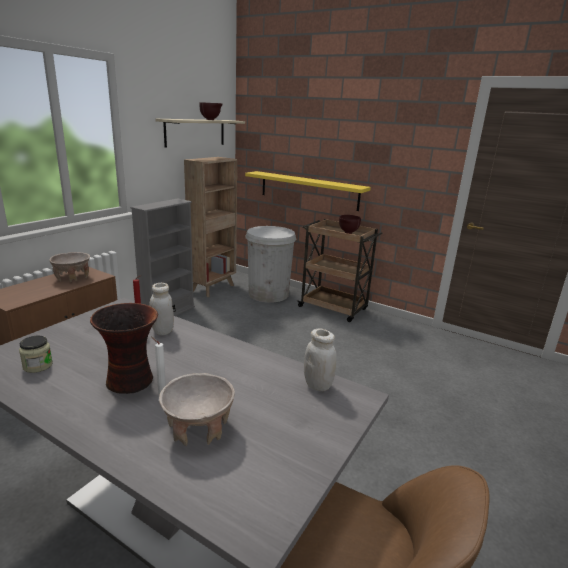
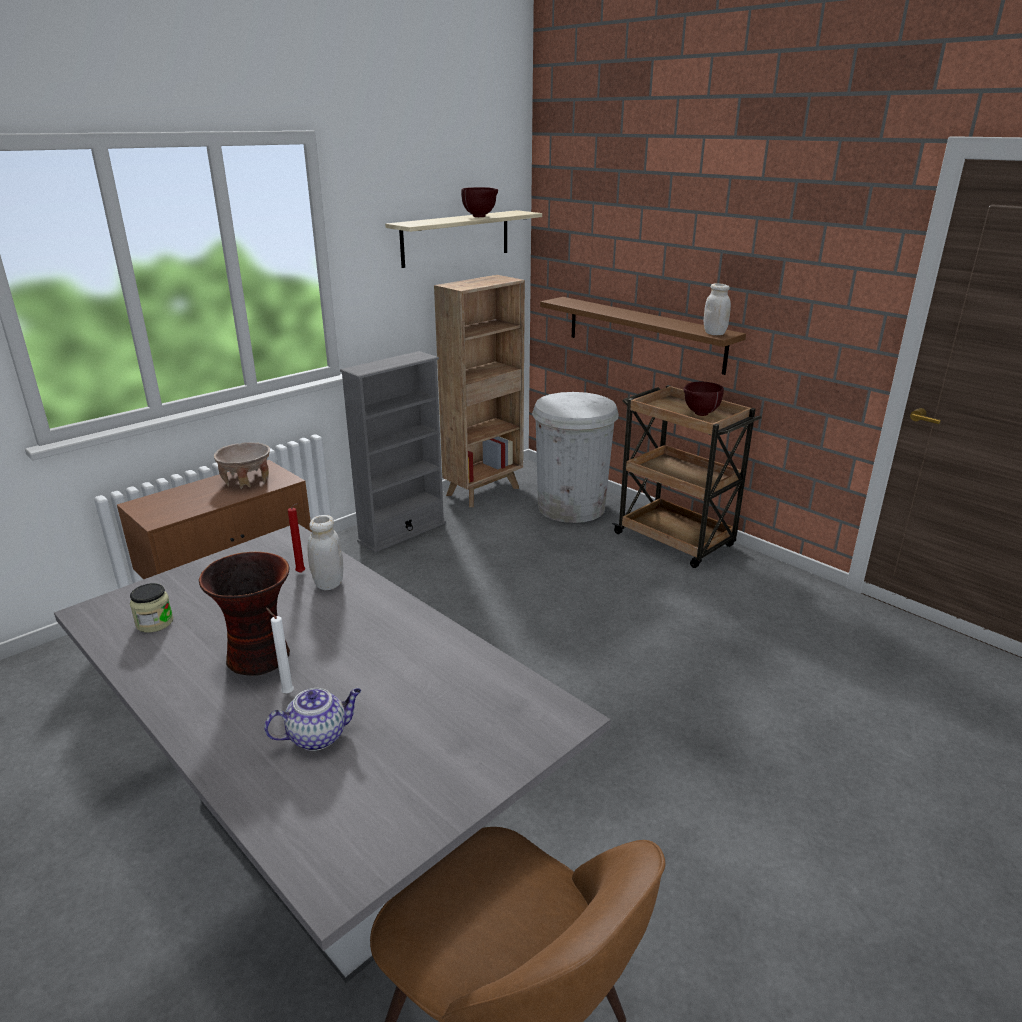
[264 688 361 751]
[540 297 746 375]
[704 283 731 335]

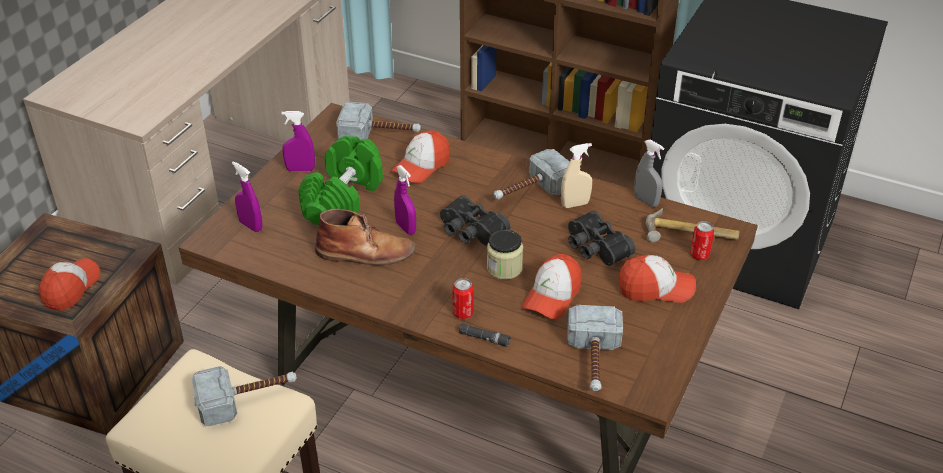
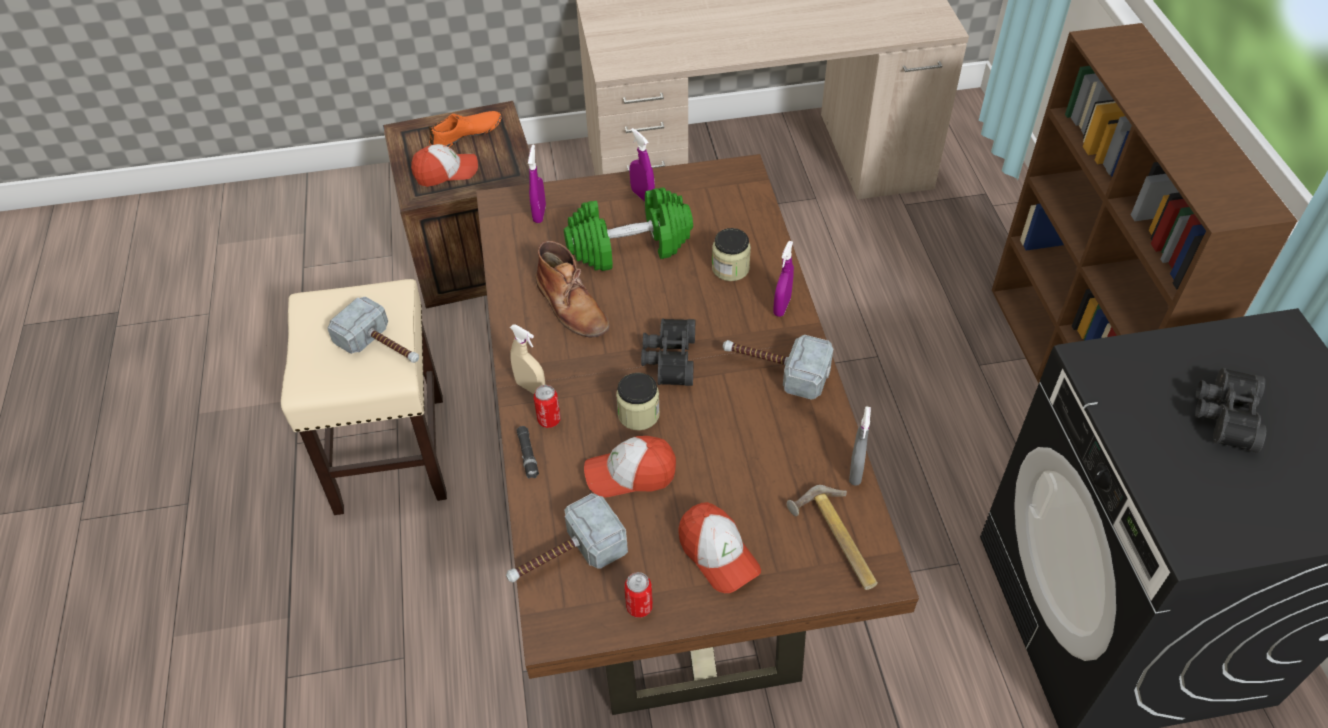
[336 102 421 140] (first image)
[712 228 751 281]
[773 241 794 317]
[510 324 545 394]
[1195 368 1266 453]
[624 572 653 618]
[429 111 501 147]

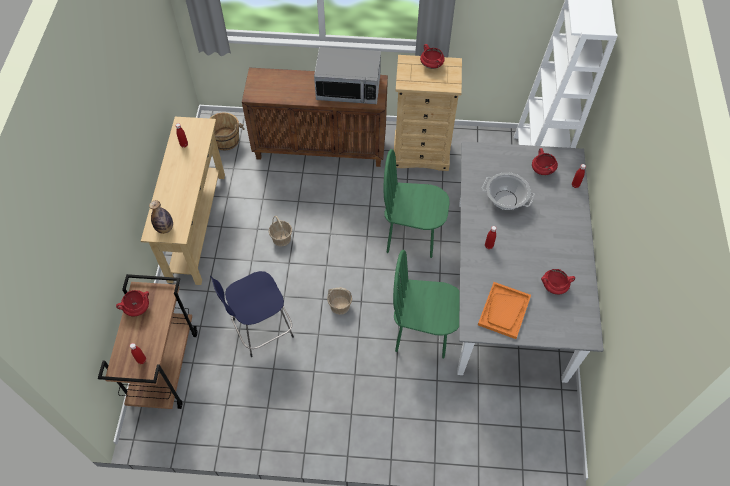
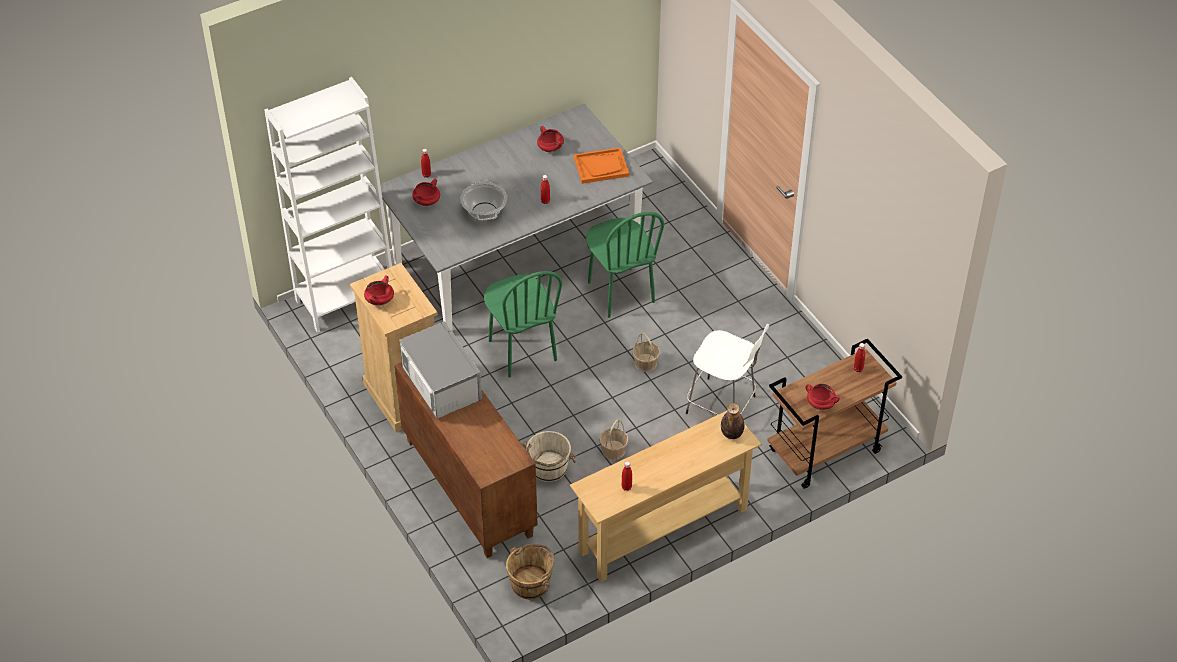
[686 324 769 415]
[522 431 576 482]

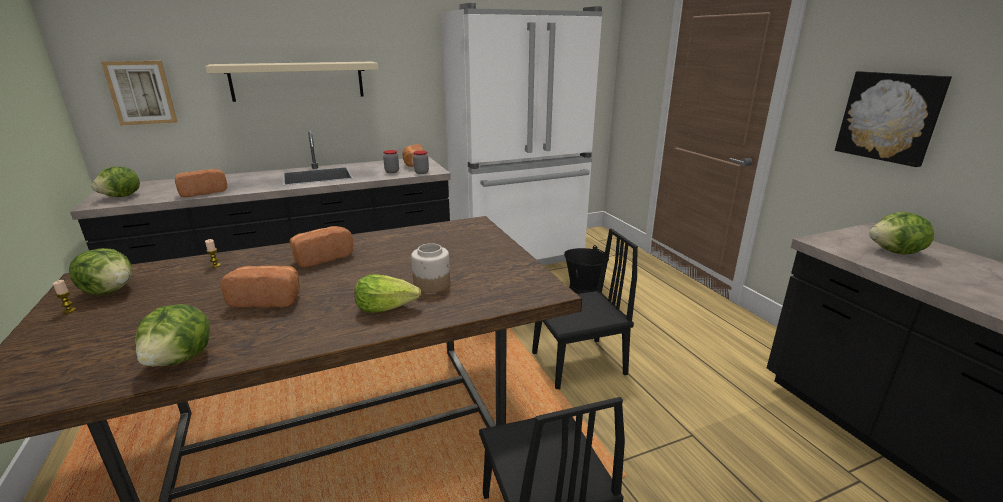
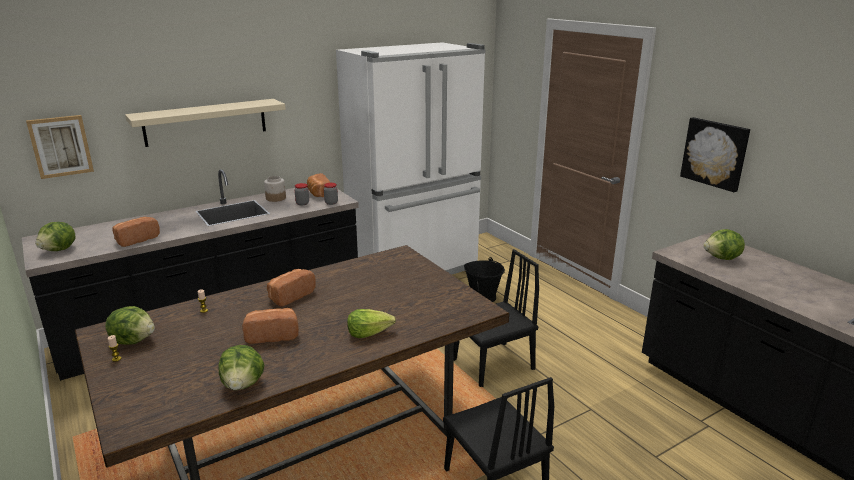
[264 176 286 202]

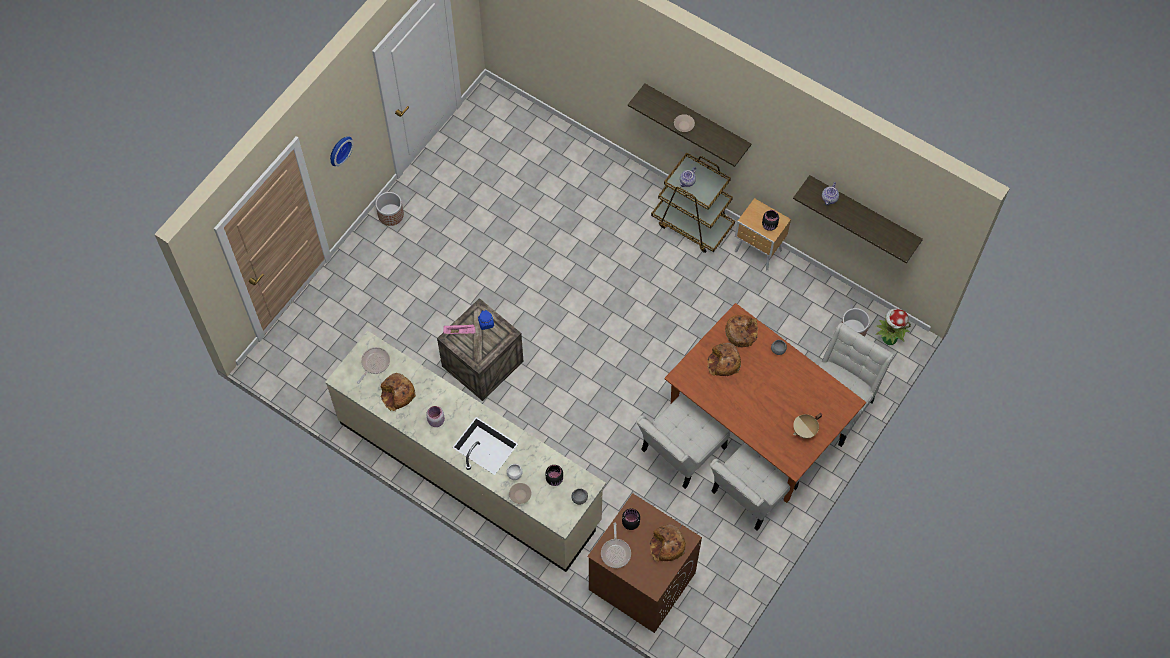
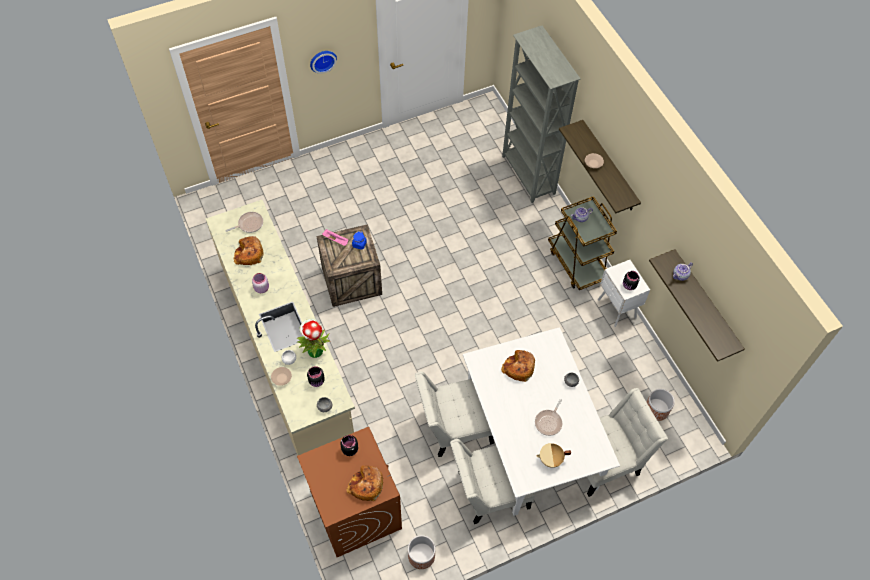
[408 535 435 569]
[535 399 562 436]
[463 327 620 516]
[725 315 758 347] (first image)
[598 260 650 327]
[297 319 331 358]
[502 26 581 203]

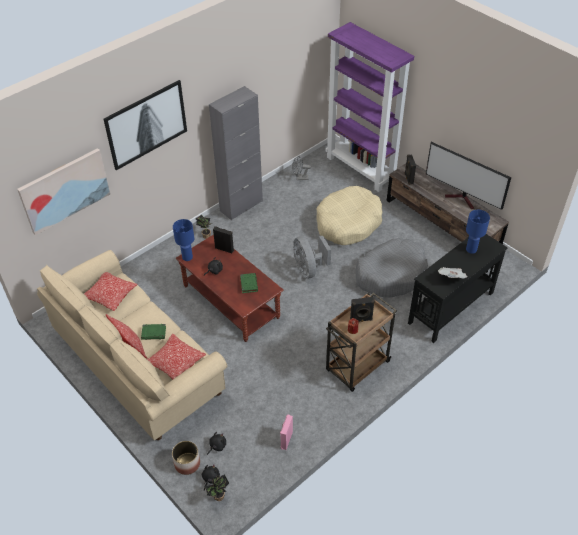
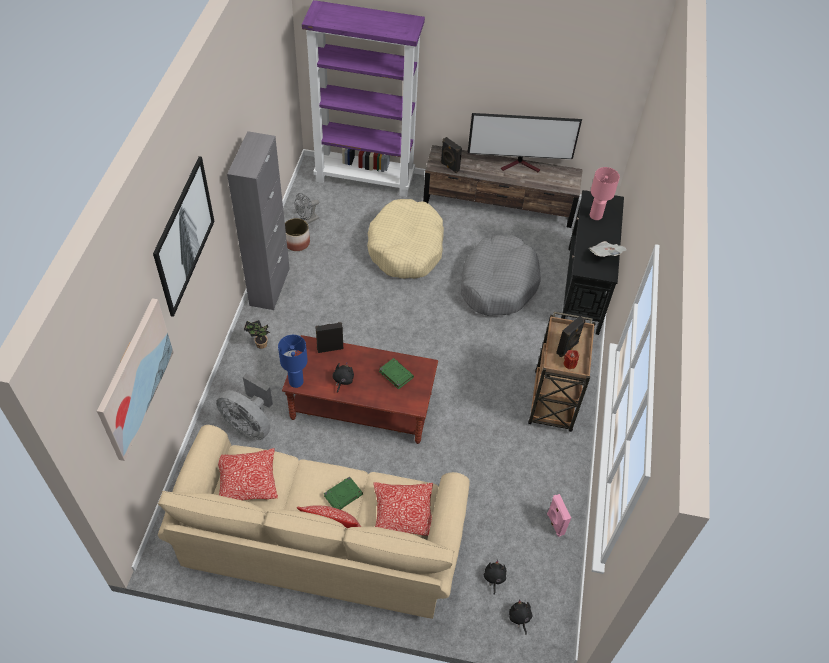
[285 218 310 251]
[205 474 229 501] (first image)
[216 373 273 440]
[590 167 620 220]

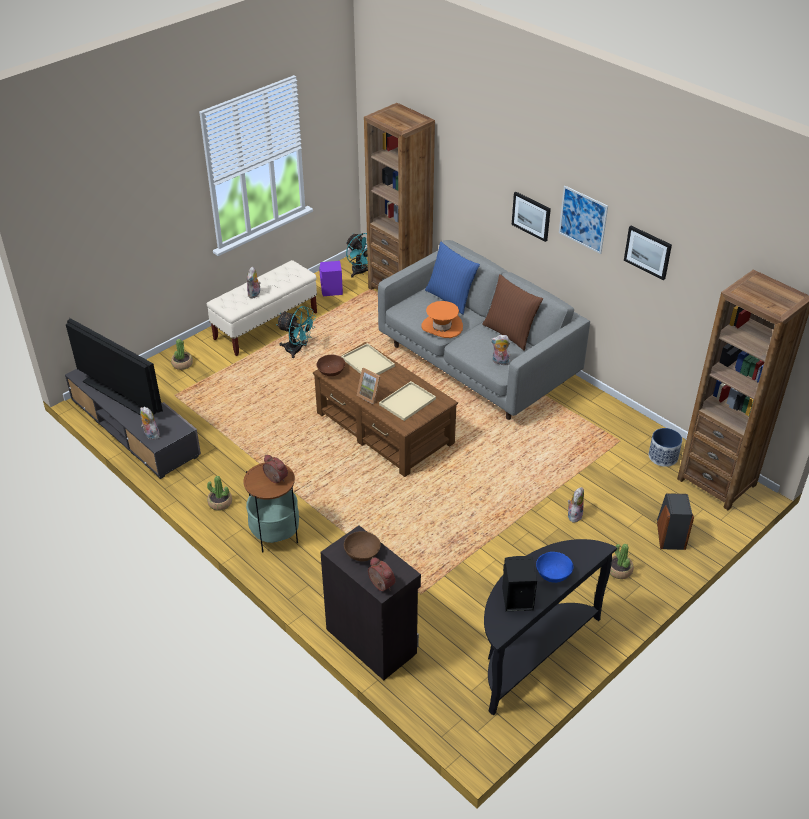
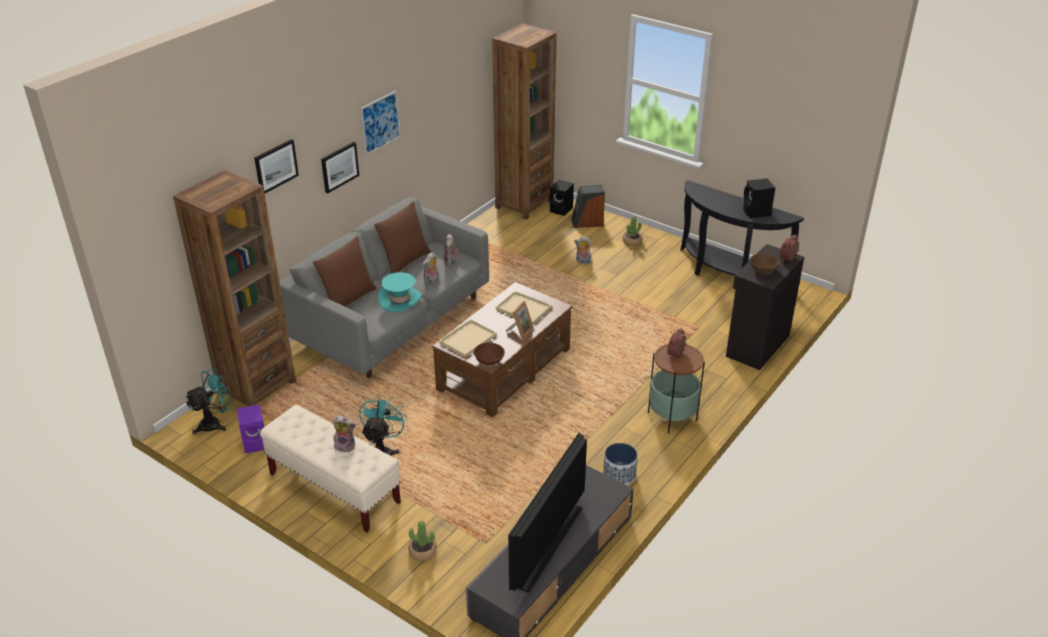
[422 252 439 286]
[207 476 232 511] (first image)
[378 272 421 312]
[313 236 377 307]
[536 552 573 583] (first image)
[254 139 299 194]
[603 443 638 485]
[549 180 574 216]

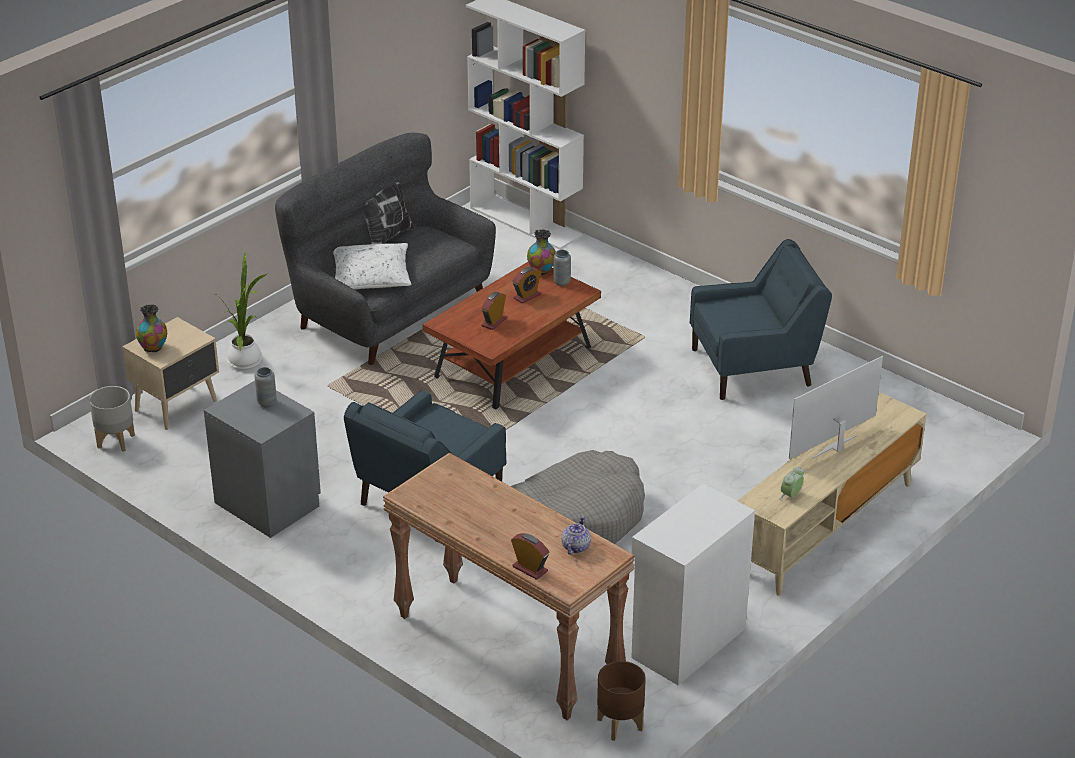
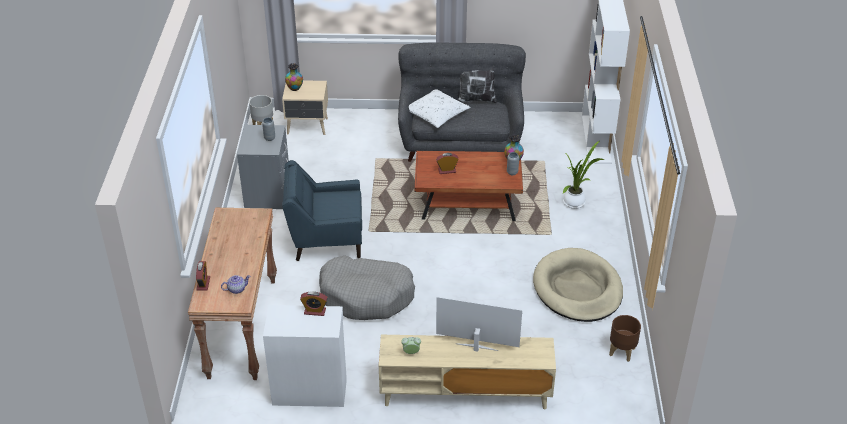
[563 141 605 209]
[300 291 328 316]
[609 315 641 362]
[533 248 623 322]

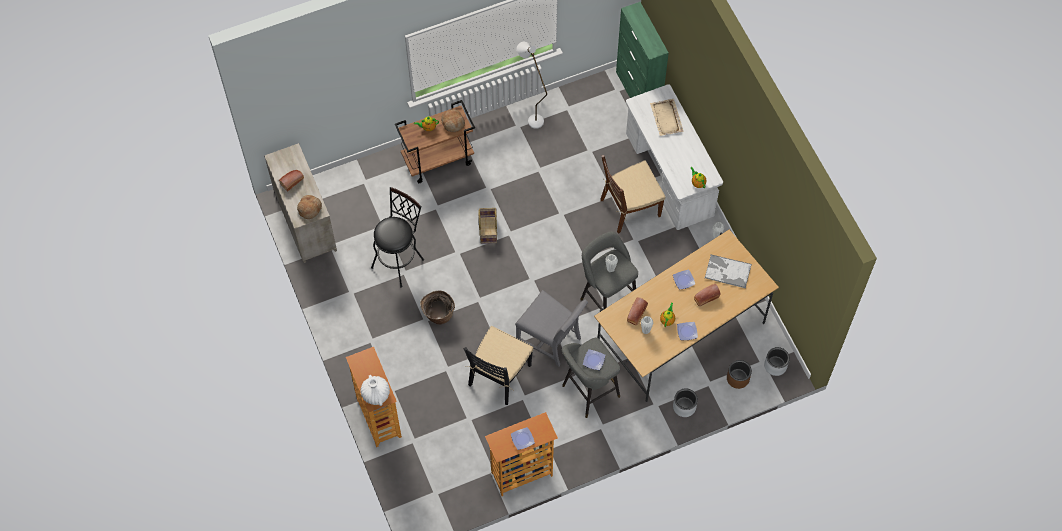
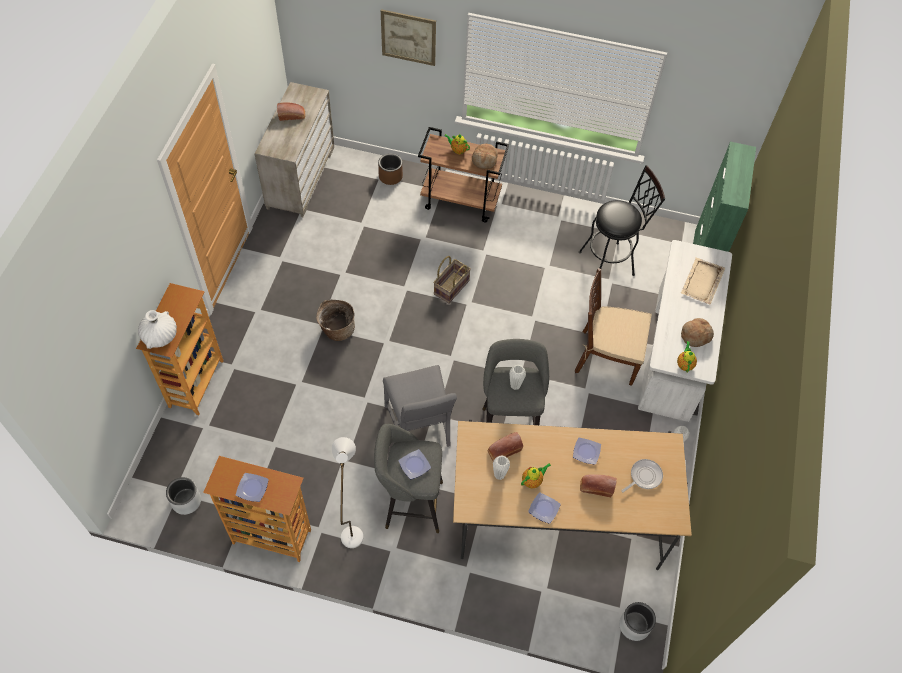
[681 318 714 347]
[579 165 665 285]
[464 326 533 405] (first image)
[332 437 363 548]
[166 477 201 515]
[621 459 663 493]
[378 153 403 185]
[381 9 436 66]

